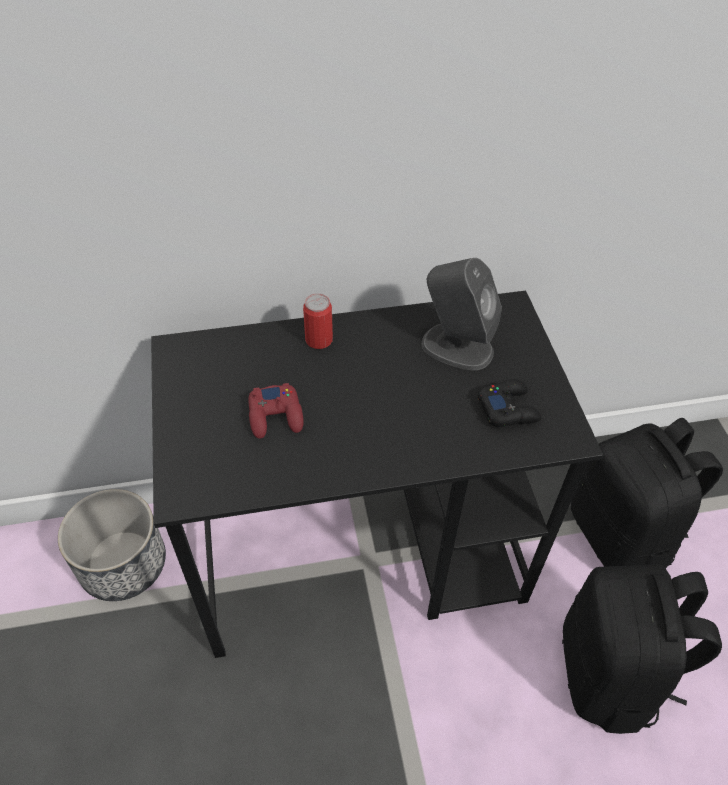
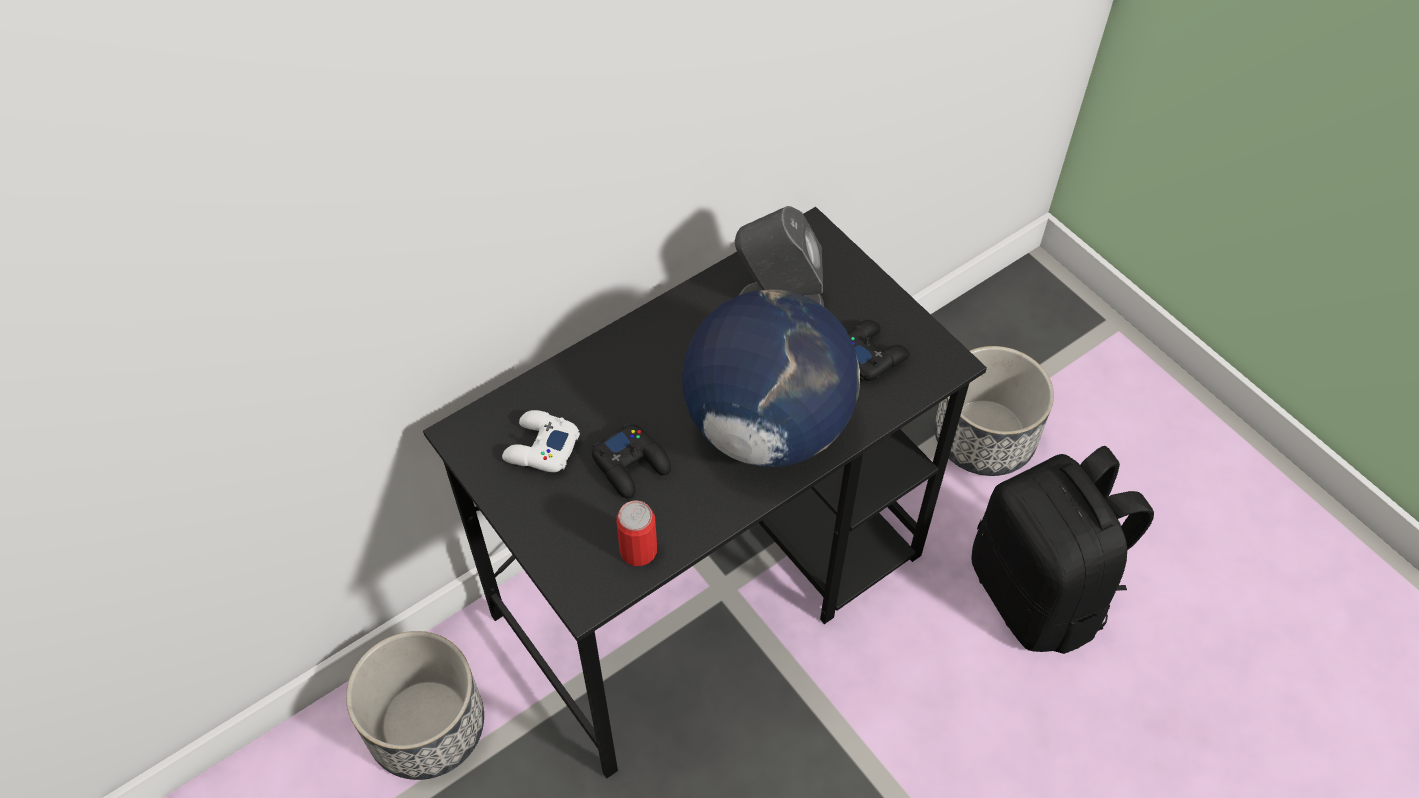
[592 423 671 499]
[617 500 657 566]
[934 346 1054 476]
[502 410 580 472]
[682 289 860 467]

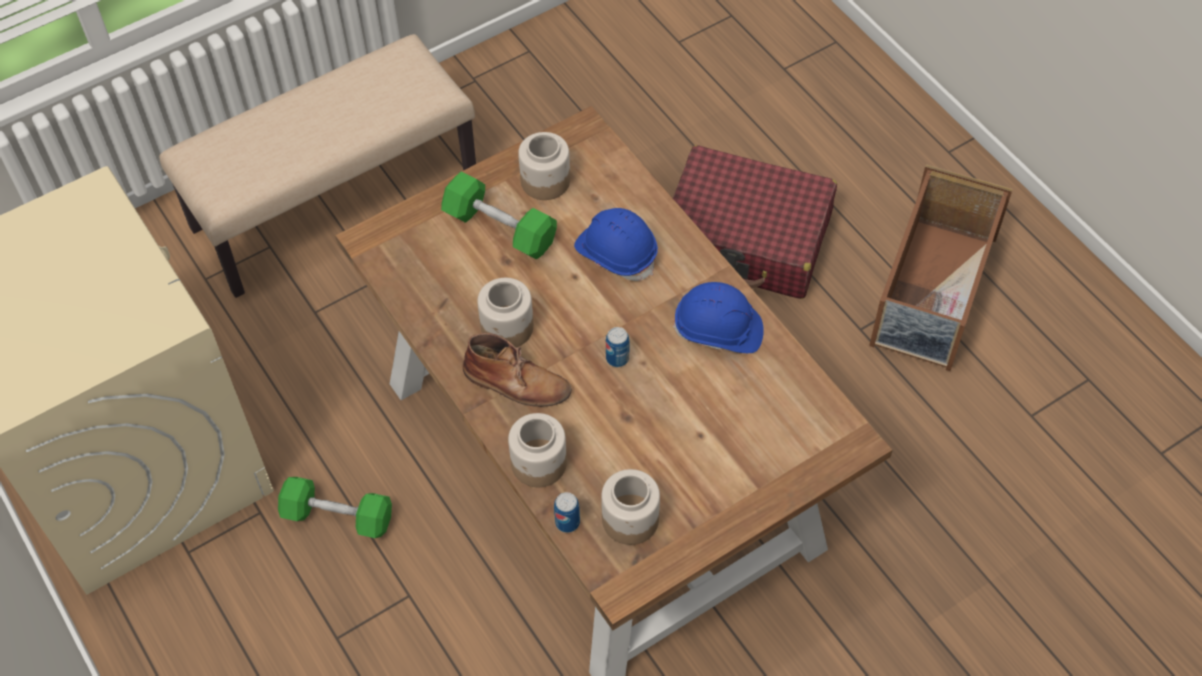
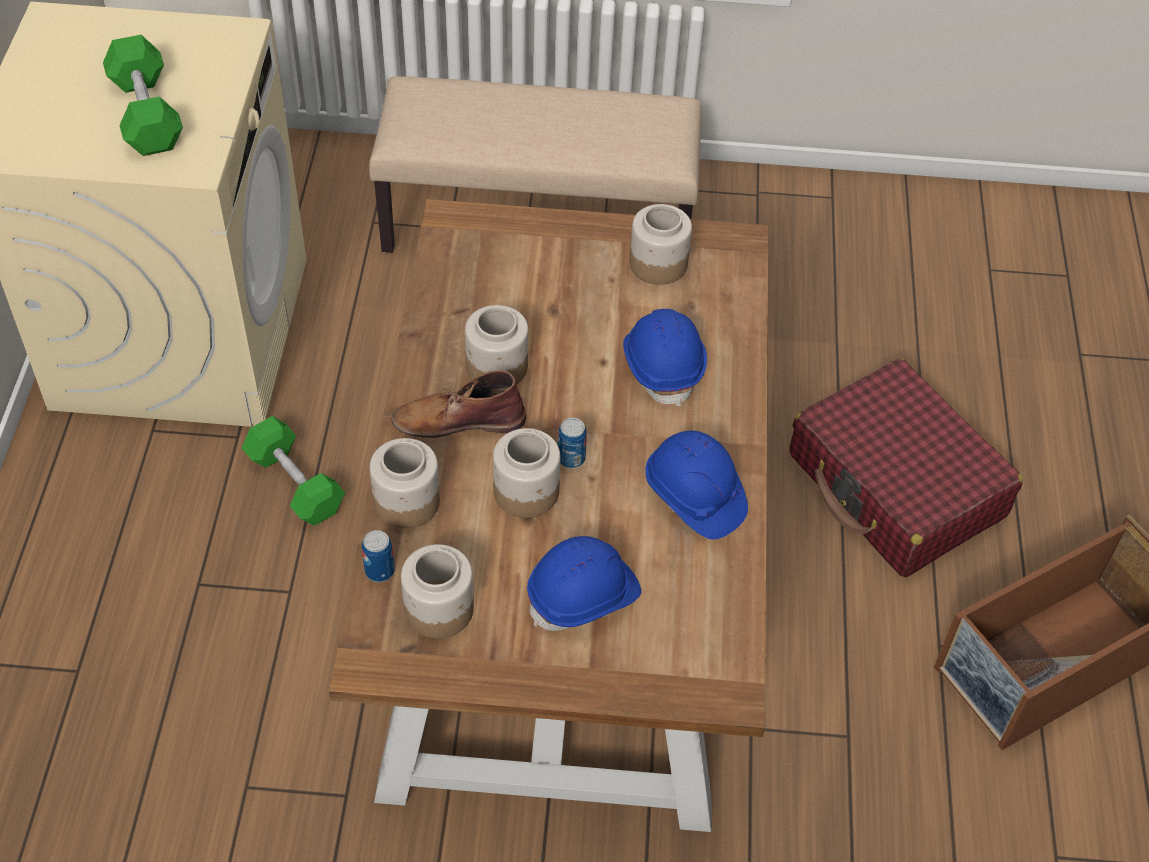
[103 35 183 156]
[392 370 526 438]
[493 428 561 518]
[527 536 641 631]

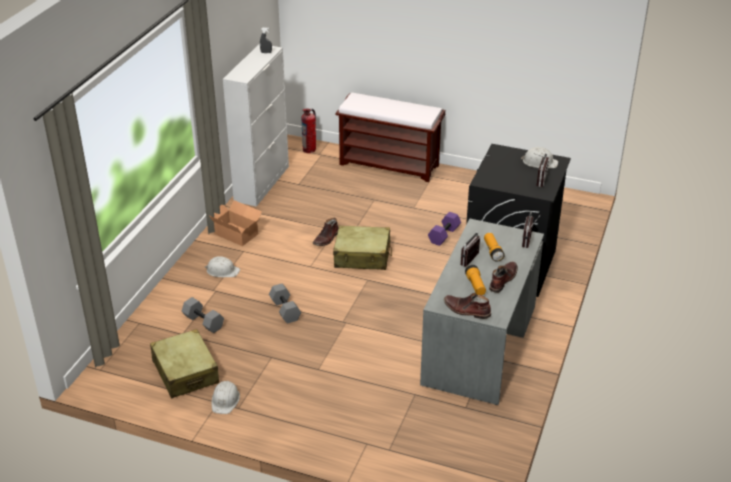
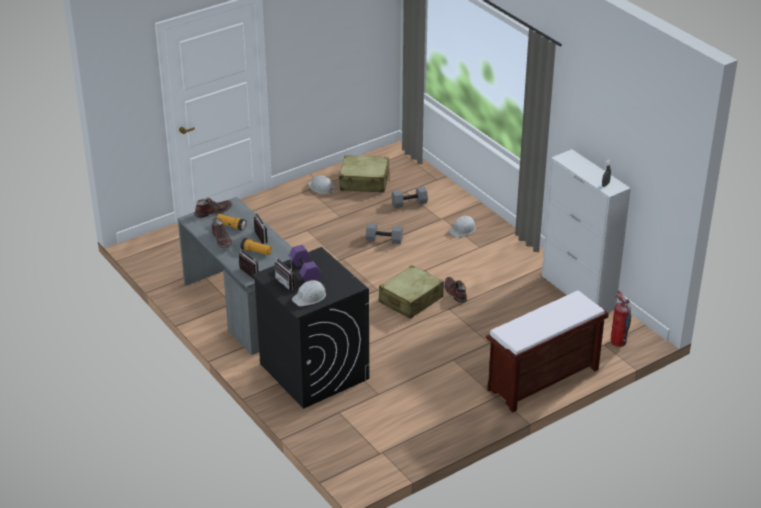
[209 200 262 246] (first image)
[289 245 321 282]

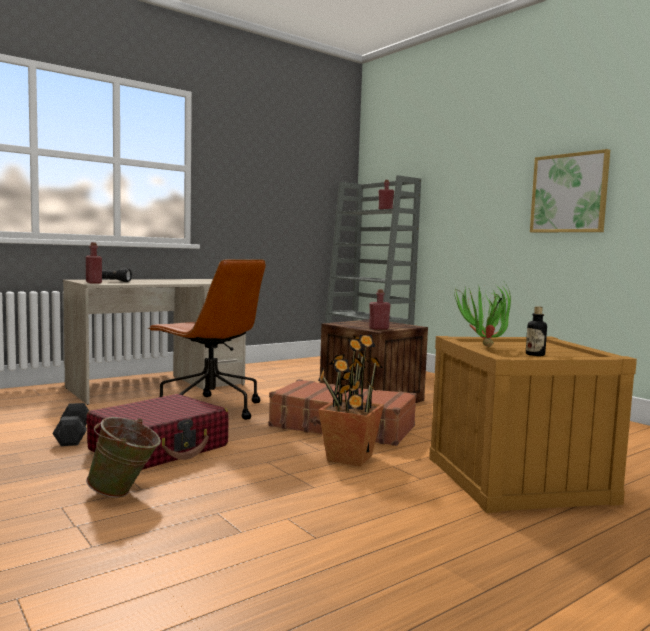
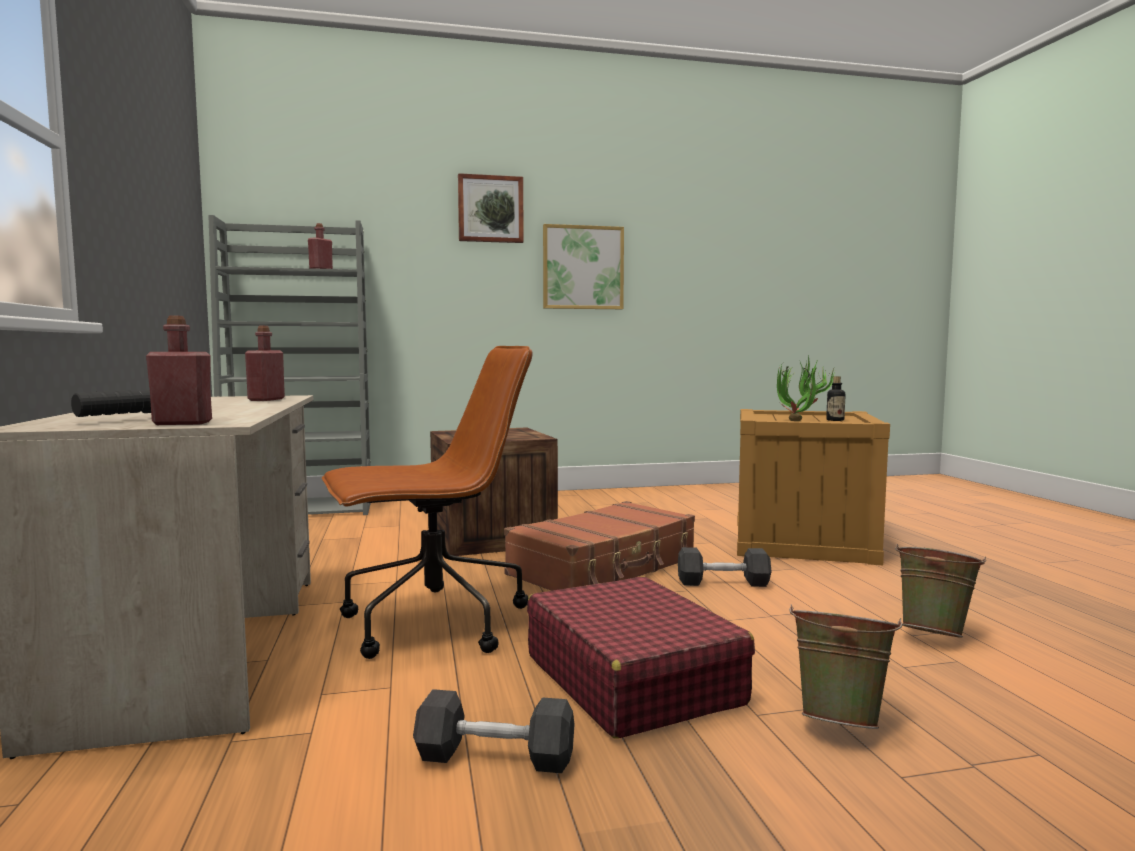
[678 547 772 587]
[245 326 285 401]
[458 173 524 243]
[895 544 986 638]

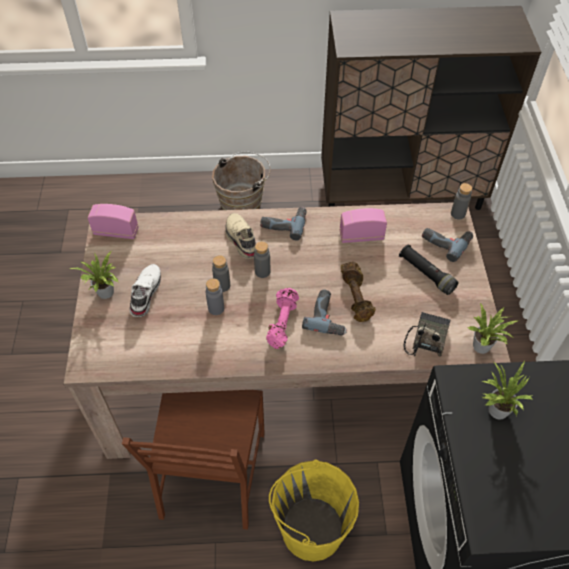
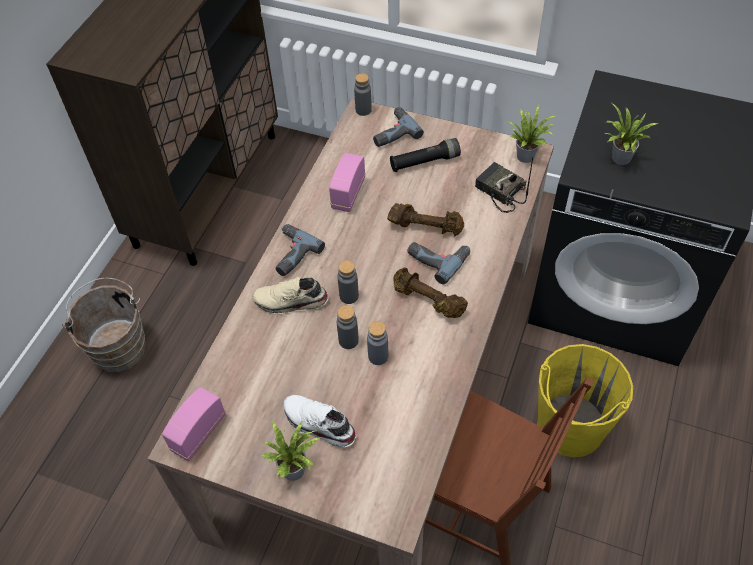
[393 267 468 318]

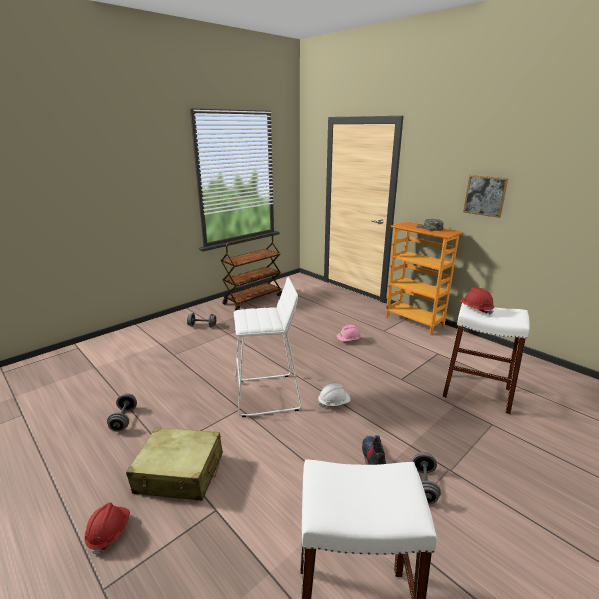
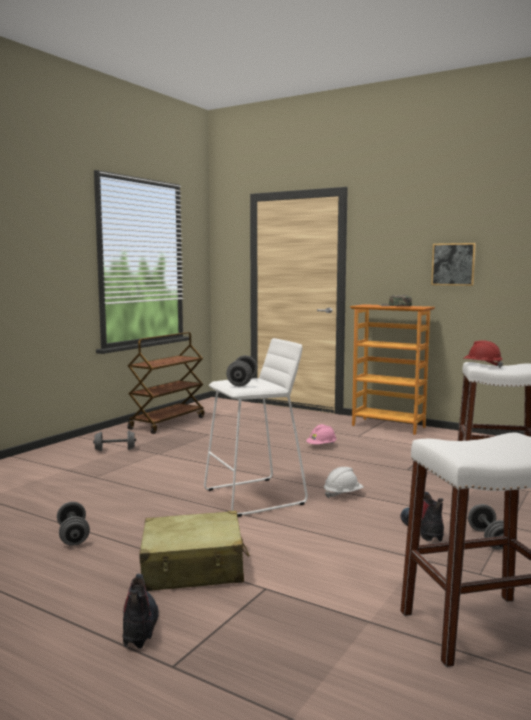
[123 574 159 649]
[226 355 258 386]

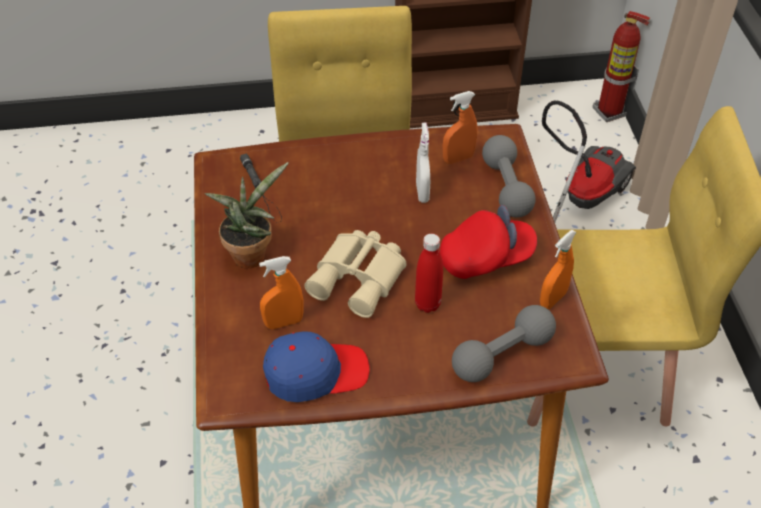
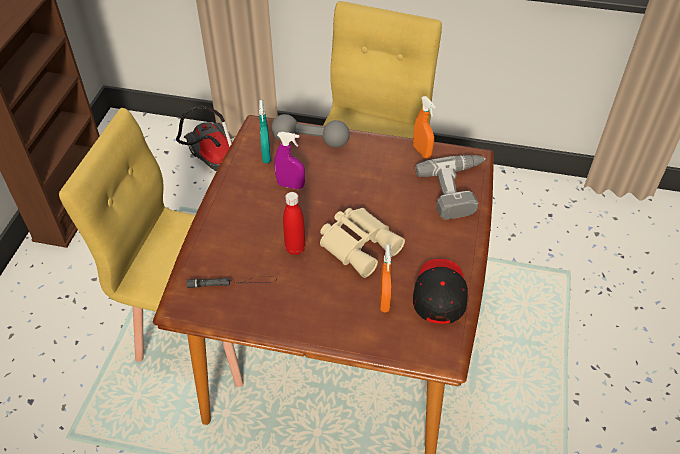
[205 162 289 269] (first image)
[413 259 468 324]
[283 192 305 255]
[274 132 305 189]
[440 205 537 279] (first image)
[259 100 271 163]
[415 155 486 220]
[593 11 650 122] (first image)

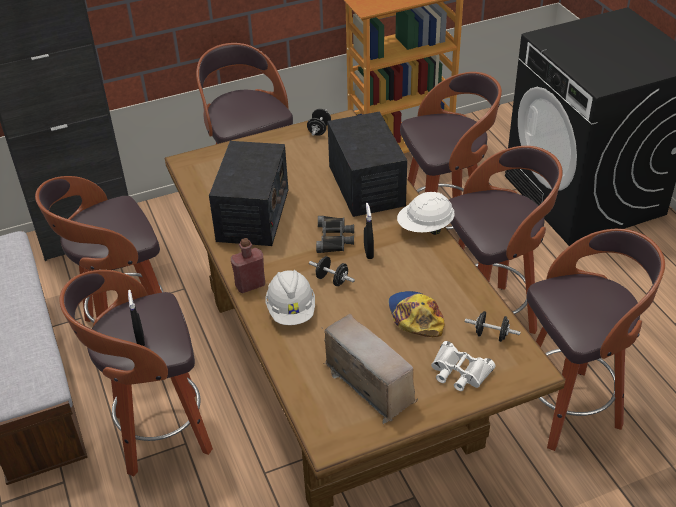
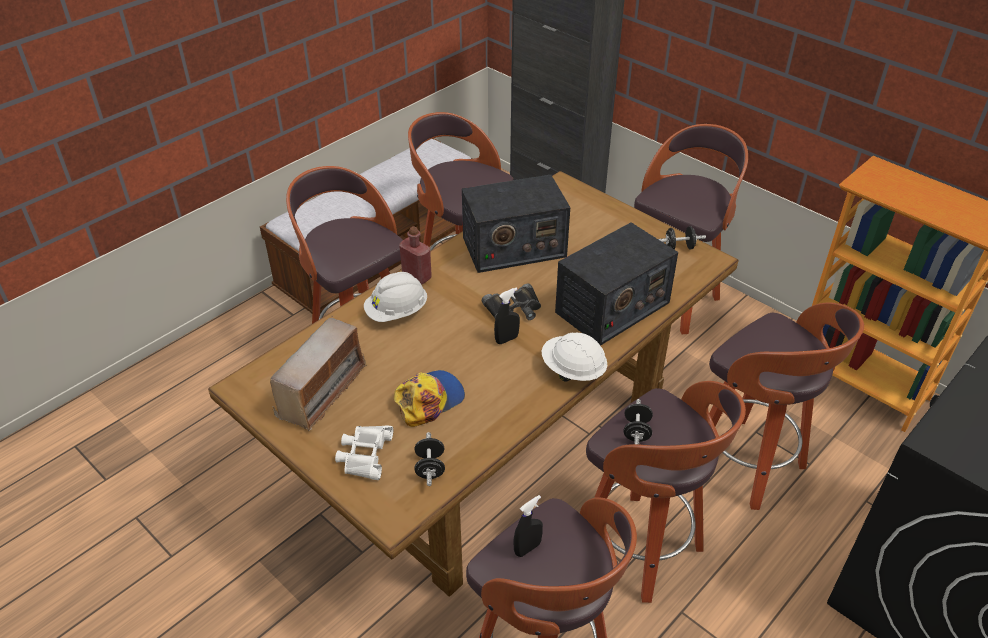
[513 495 543 557]
[624 399 653 444]

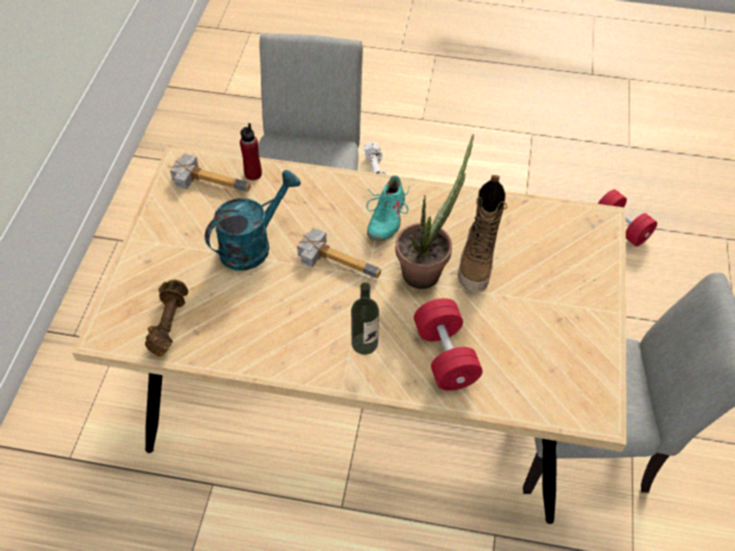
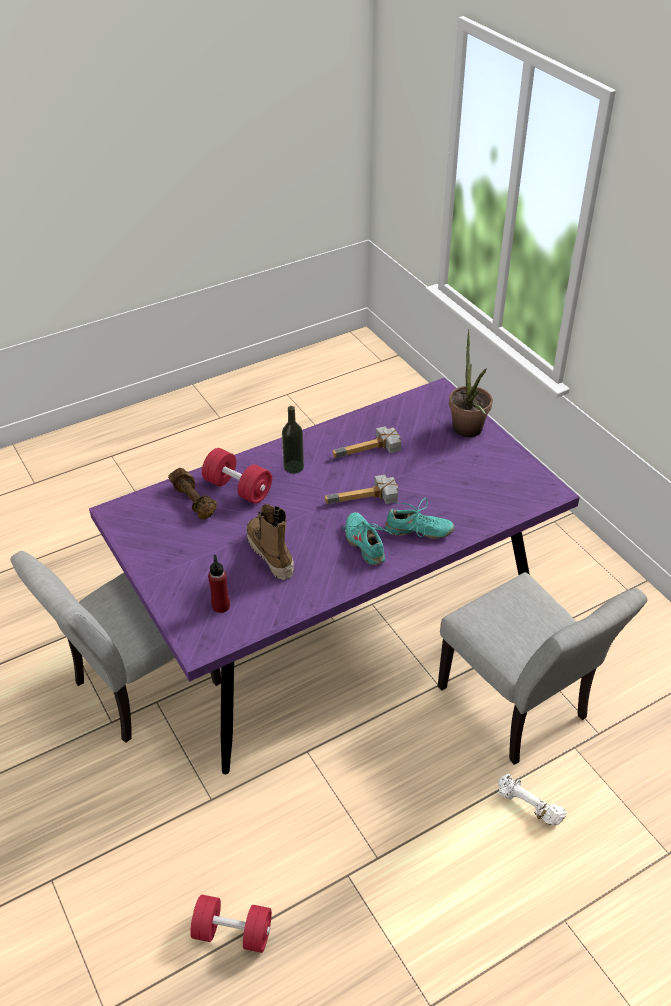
[89 377 580 775]
[168 468 216 519]
[333 426 401 458]
[205 170 301 271] (first image)
[208 555 230 613]
[449 329 493 437]
[385 498 454 539]

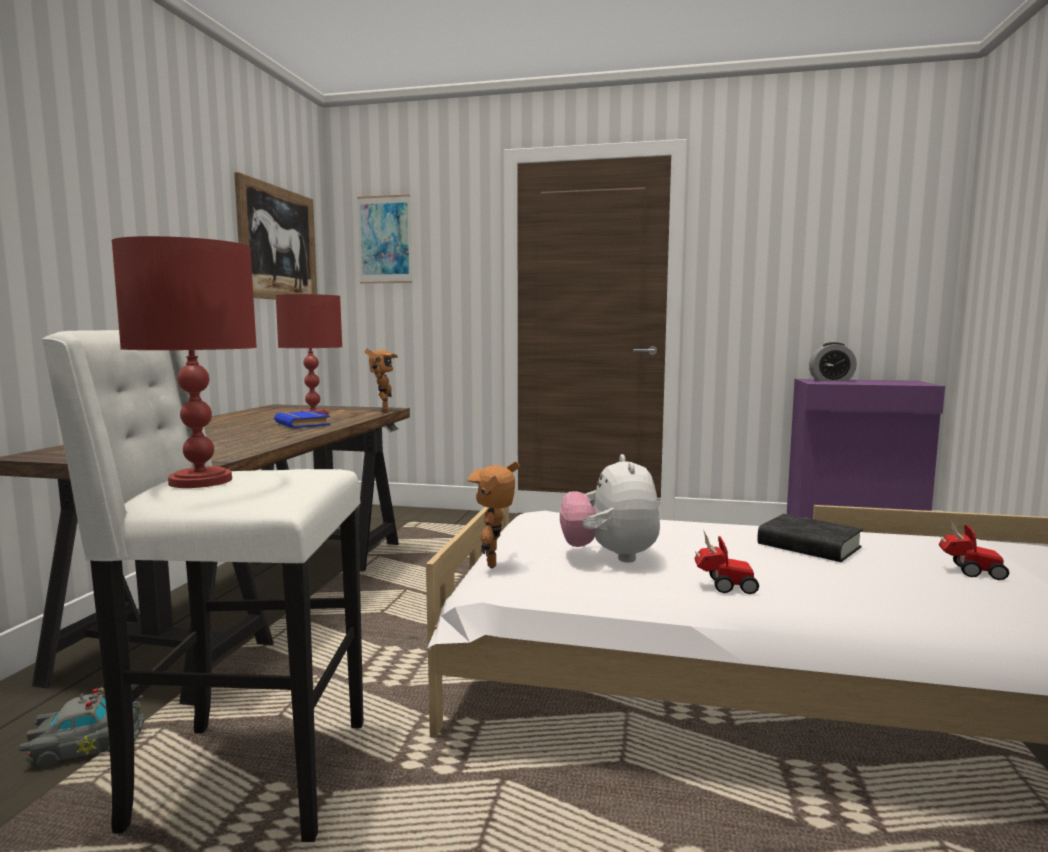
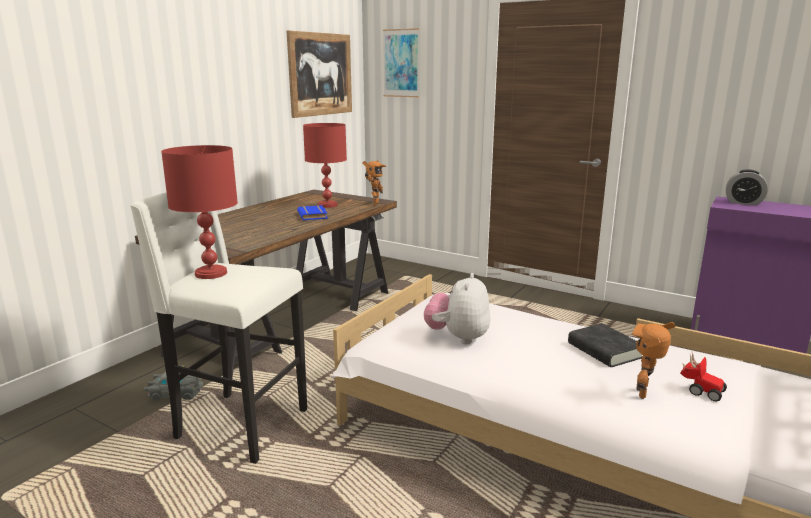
[631 322 676 399]
[695 532 759 594] (first image)

